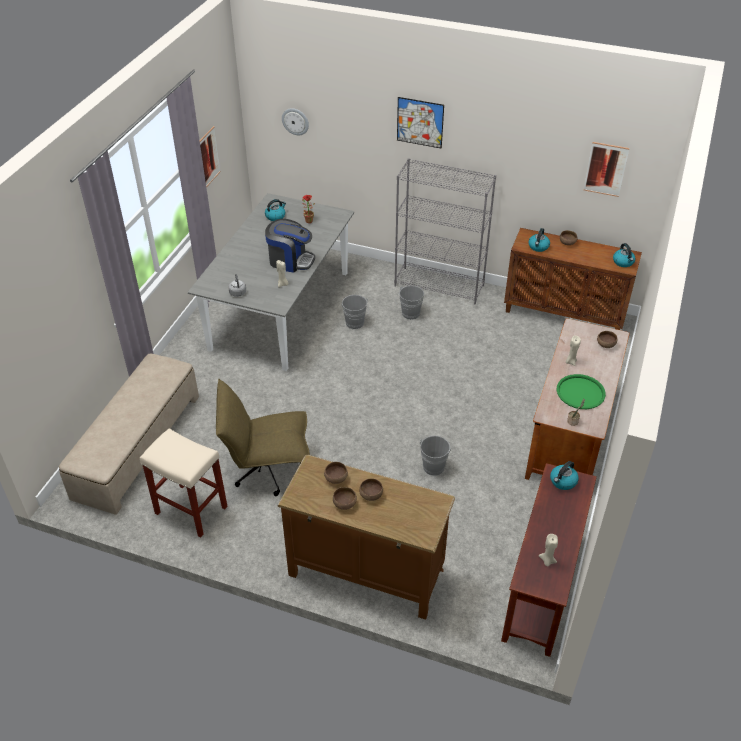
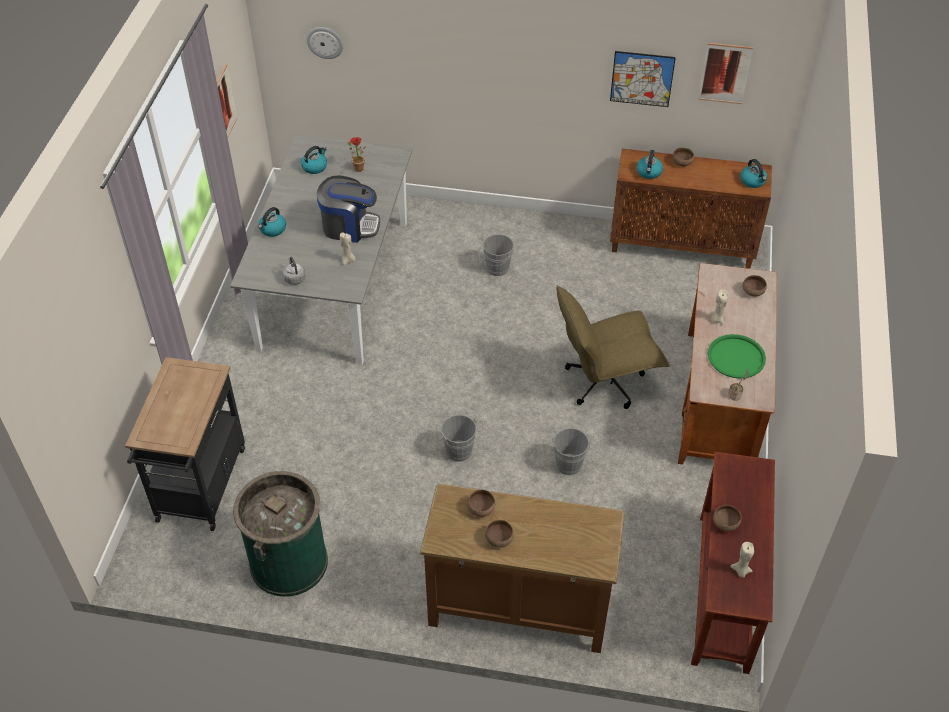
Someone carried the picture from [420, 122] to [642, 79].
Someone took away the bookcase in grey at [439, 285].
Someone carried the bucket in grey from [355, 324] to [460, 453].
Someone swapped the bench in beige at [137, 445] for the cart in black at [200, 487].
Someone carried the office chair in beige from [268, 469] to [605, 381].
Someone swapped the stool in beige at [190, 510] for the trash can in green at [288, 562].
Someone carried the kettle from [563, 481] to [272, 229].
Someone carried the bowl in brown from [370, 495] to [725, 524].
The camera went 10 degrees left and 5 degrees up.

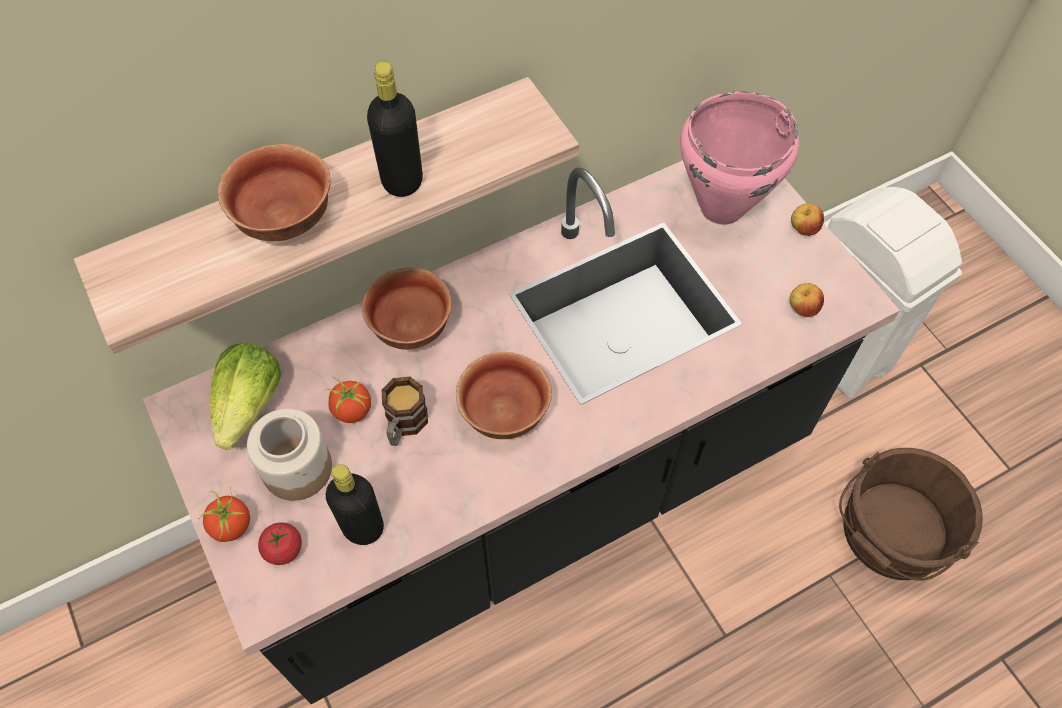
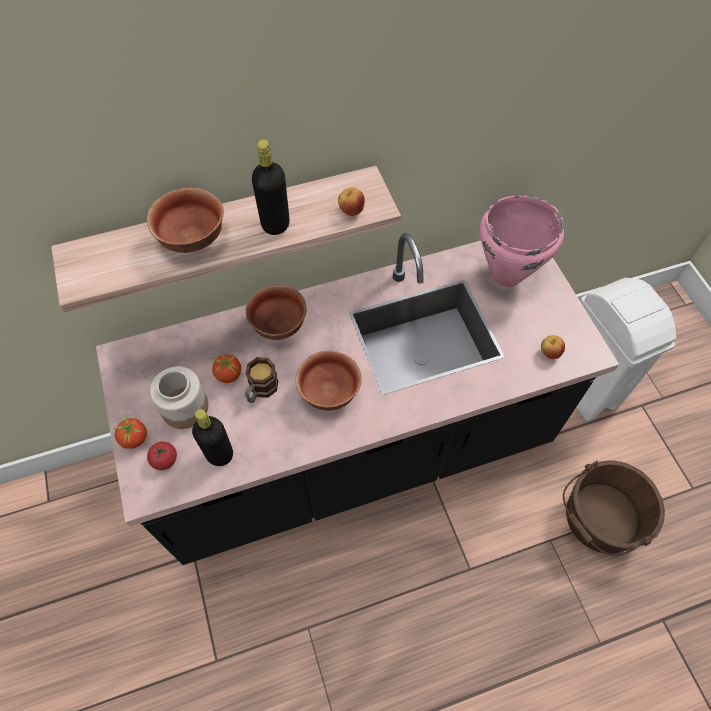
Someone carried the apple from [803, 229] to [351, 211].
Someone took away the lettuce at [250, 405].
The camera went 10 degrees right and 0 degrees up.

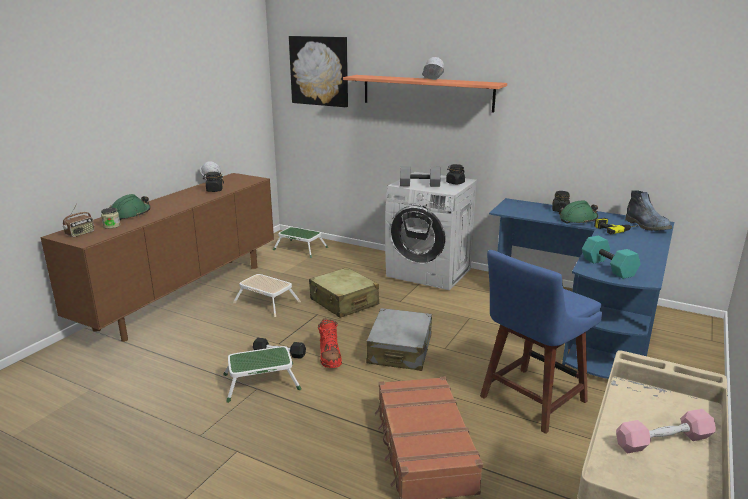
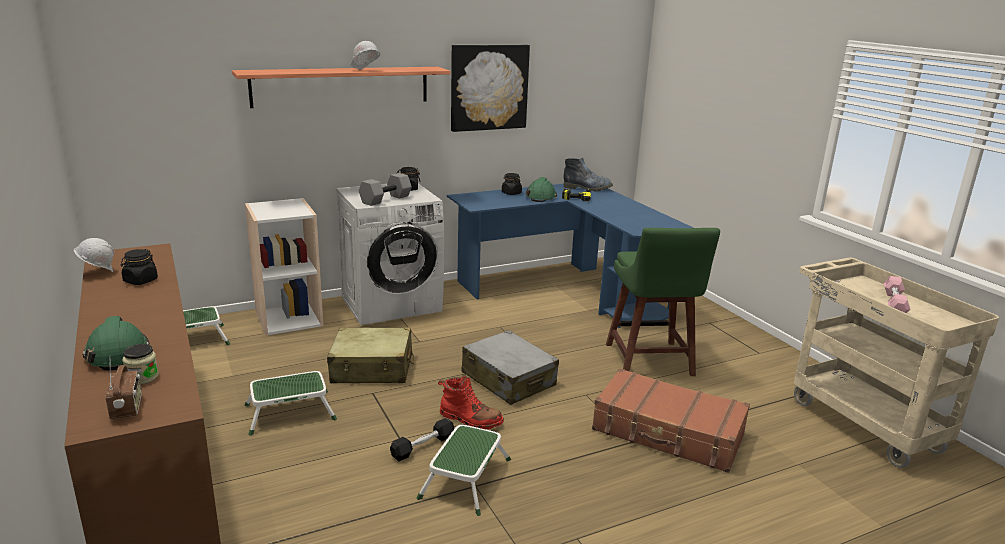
Someone carried the picture from [319, 71] to [489, 87].
Someone took away the dumbbell in turquoise at [607, 267].
Someone repainted the stool in blue at [529, 400], which became the stool in green at [649, 361].
Someone repainted the step ladder in beige at [266, 302], which became the step ladder in green at [290, 412].
Someone put down the bookcase at [289, 318].
The camera went 55 degrees left and 0 degrees up.

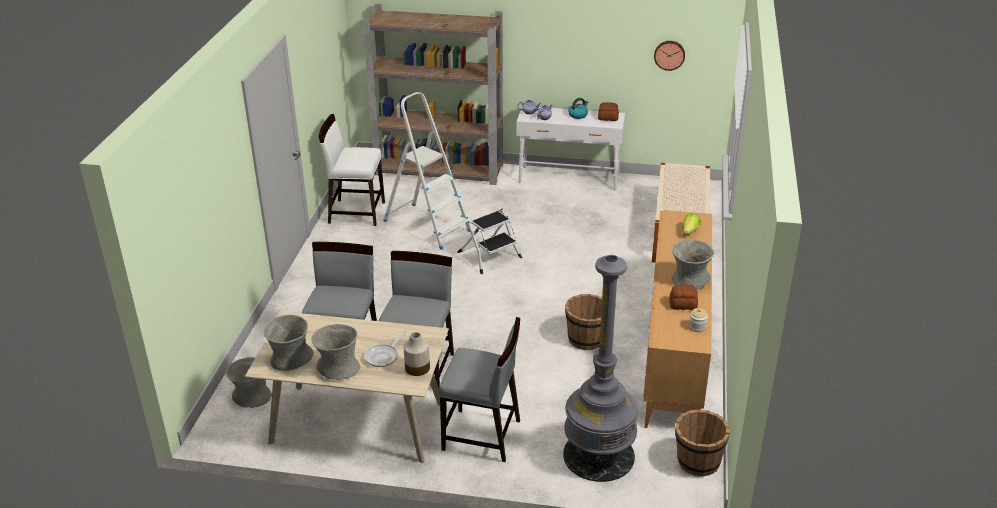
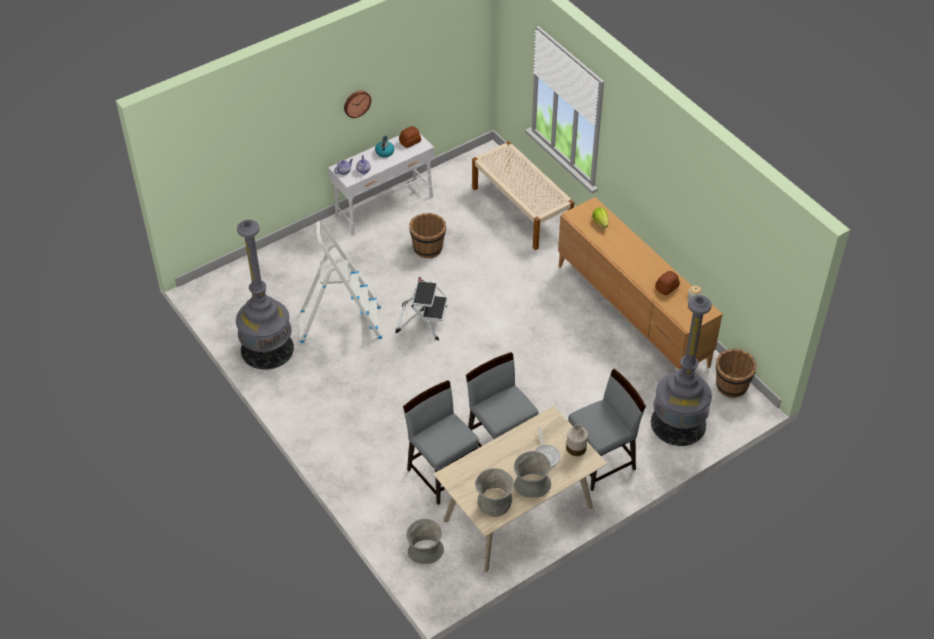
Someone took away the bookcase in brown at [439, 170].
Someone carried the wall clock from [669, 55] to [356, 103].
Someone swapped the chair in white at [356, 212] for the floor lamp in grey at [267, 349].
Someone took away the vase in grey at [689, 280].
Someone carried the bucket in brown from [586, 339] to [428, 248].
The camera went 45 degrees left and 15 degrees up.

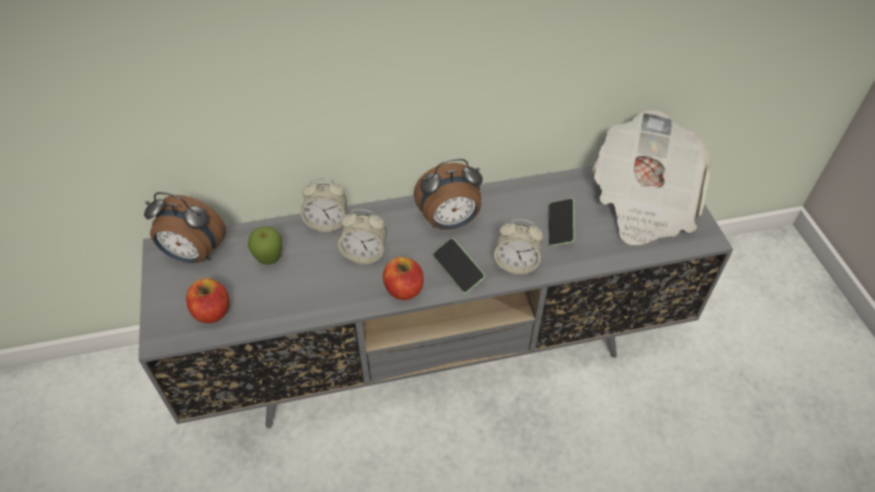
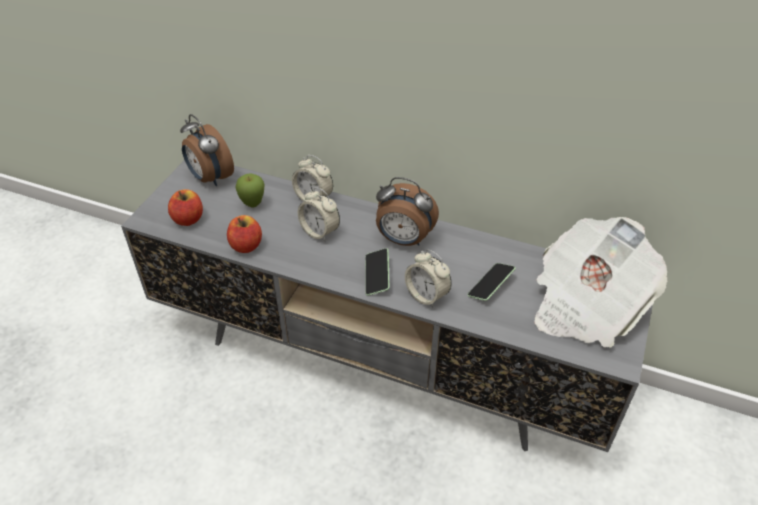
Someone carried the apple from [404, 289] to [246, 245].
The camera went 35 degrees right and 5 degrees down.

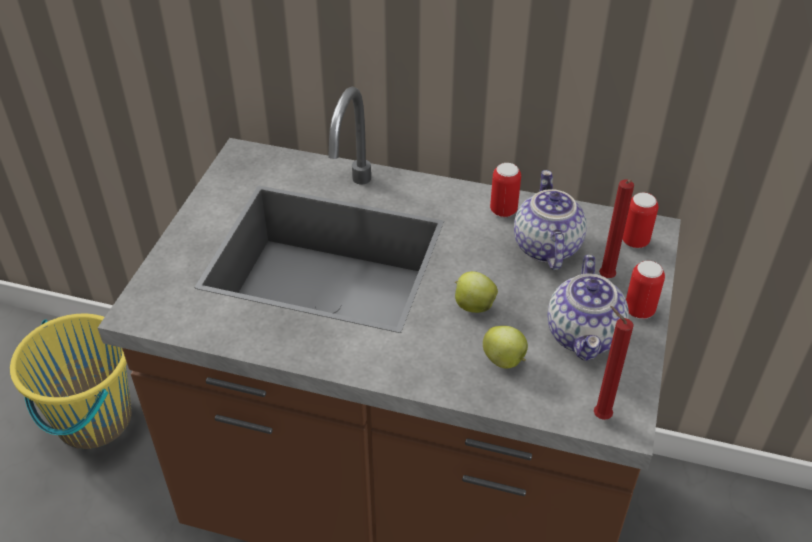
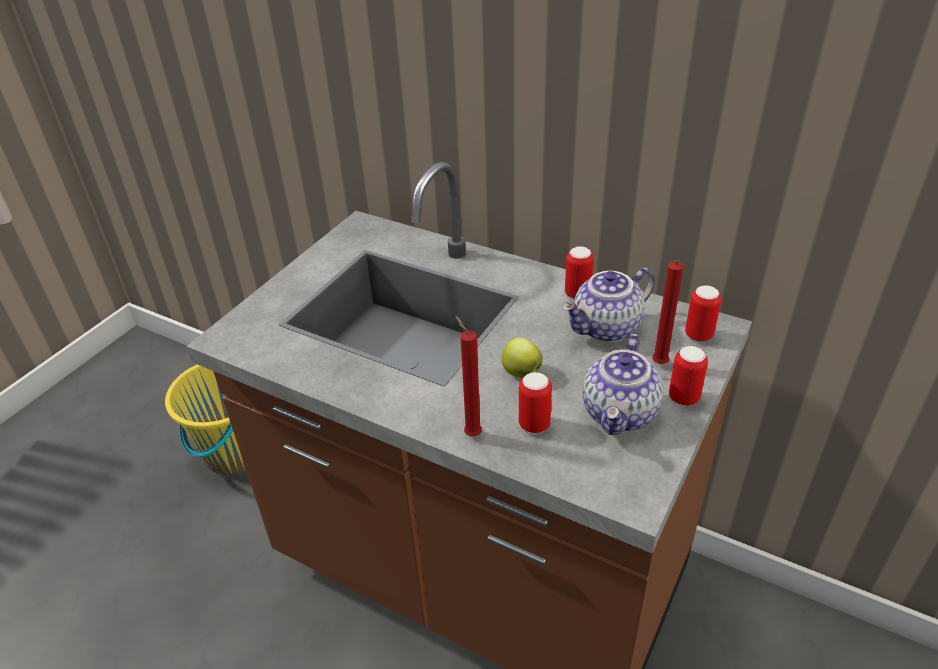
Someone rotated the teapot at [545, 246] by 135 degrees counterclockwise.
Someone carried the candle in red from [599, 415] to [471, 433].
Someone swapped the apple at [505, 361] for the can at [534, 425].
The camera went 15 degrees right and 5 degrees down.

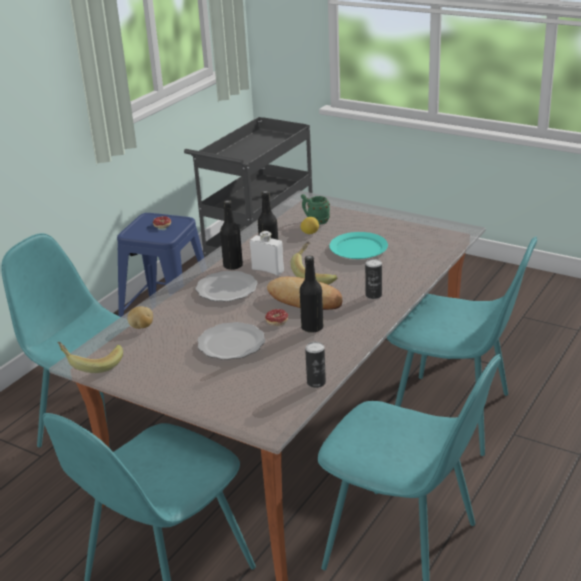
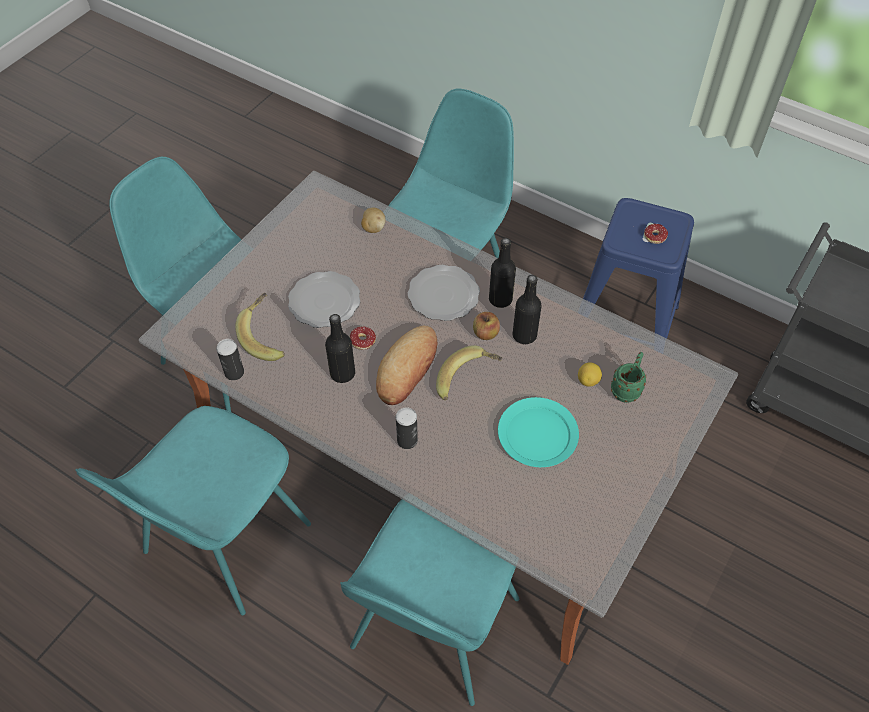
Someone swapped the bottle in white at [267, 270] for the apple at [485, 333].
Someone carried the banana from [92, 364] to [266, 337].
The camera went 90 degrees right and 25 degrees up.

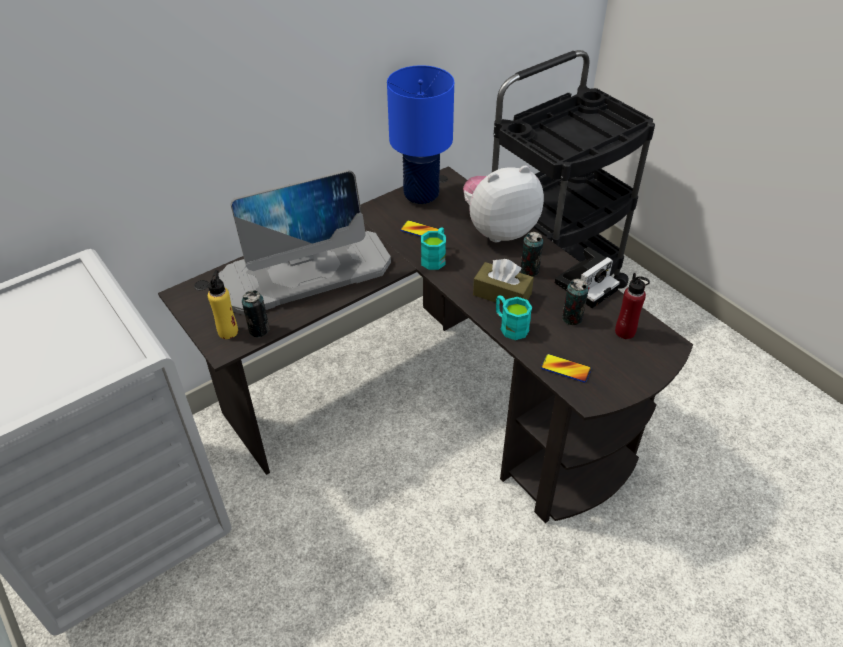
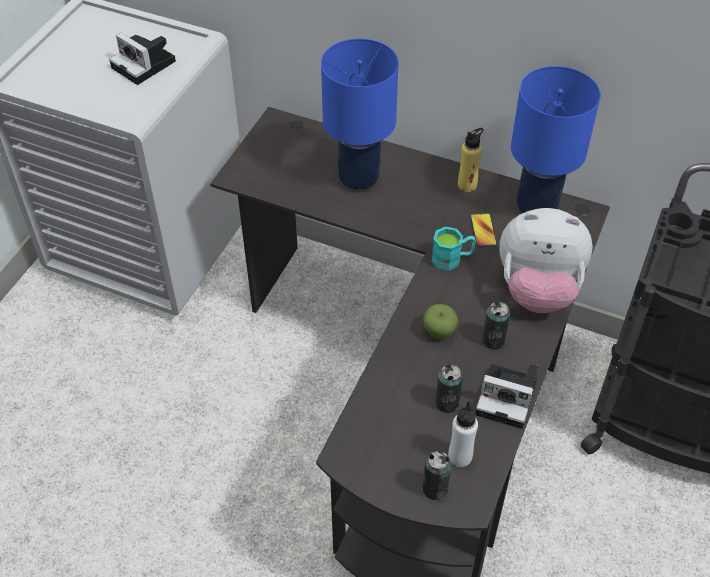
Someone rotated the plush toy at [498, 230] by 150 degrees clockwise.
Someone swapped the monitor at [306, 272] for the table lamp in blue at [359, 179].
Someone swapped the tissue box in brown at [502, 294] for the apple at [439, 332].
Someone carried the bottle in yellow from [228, 331] to [467, 185].
Someone repainted the bottle in red at [625, 332], which became the bottle in white at [460, 457].
Someone carried the can from [259, 330] to [435, 489].
Someone took away the mug in turquoise at [510, 326].
Someone took away the phone at [565, 369].
Someone put down the photo camera at [146, 65].
The camera went 60 degrees right and 5 degrees up.

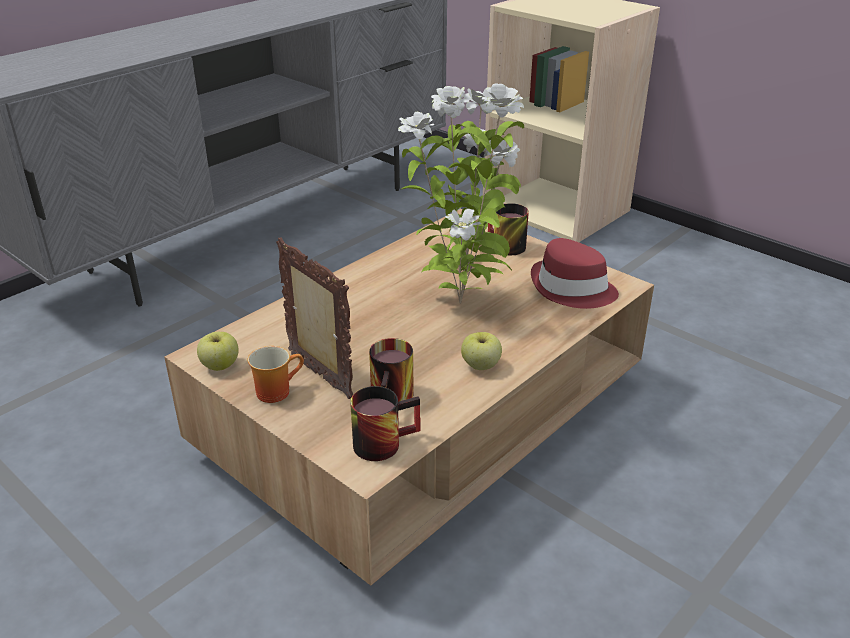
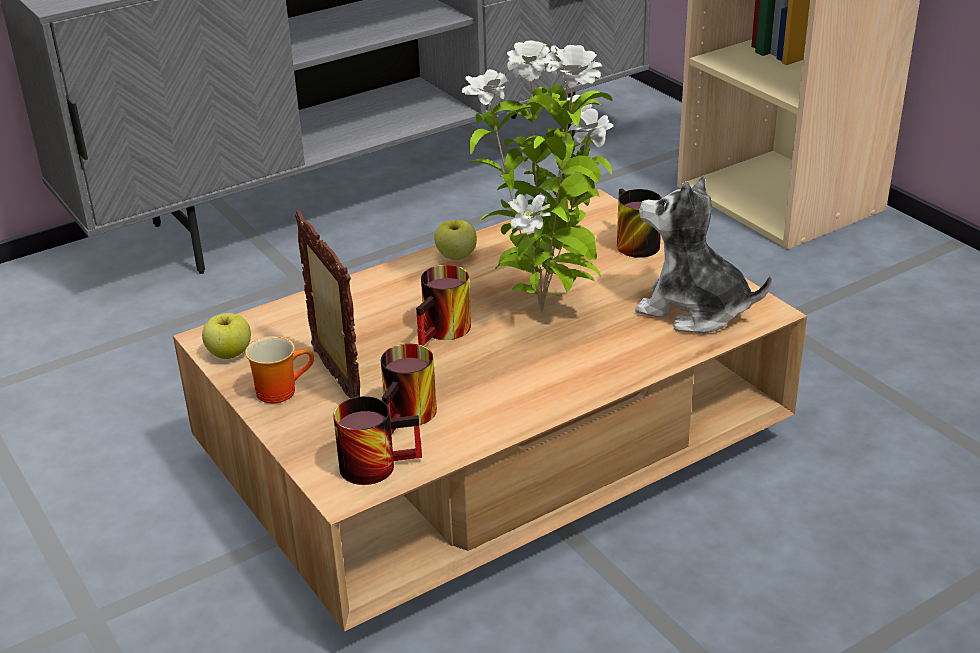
Someone swapped the hat in red at [572, 289] for the plush toy at [693, 310].
Someone carried the apple from [480, 365] to [456, 256].
Someone put down the mug at [446, 332].
The camera went 15 degrees right and 0 degrees up.

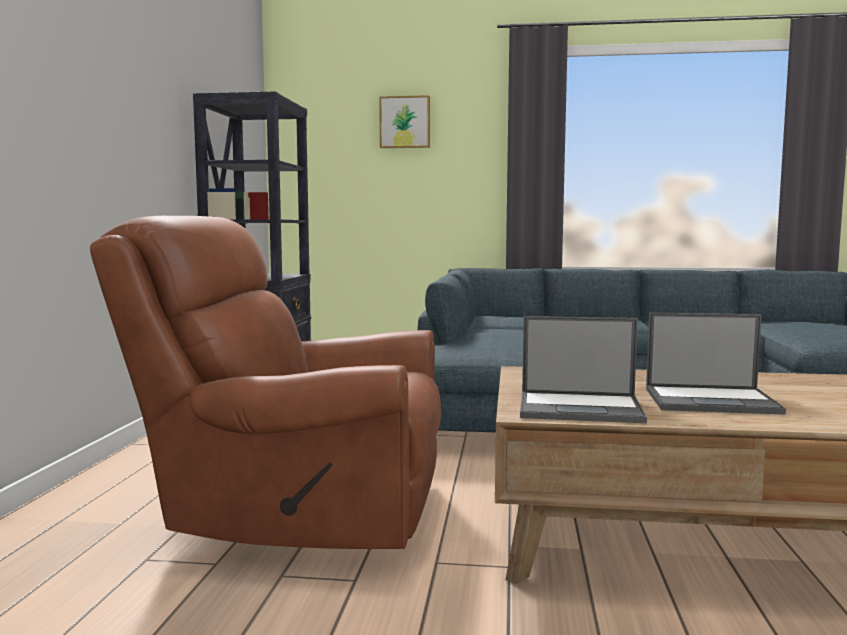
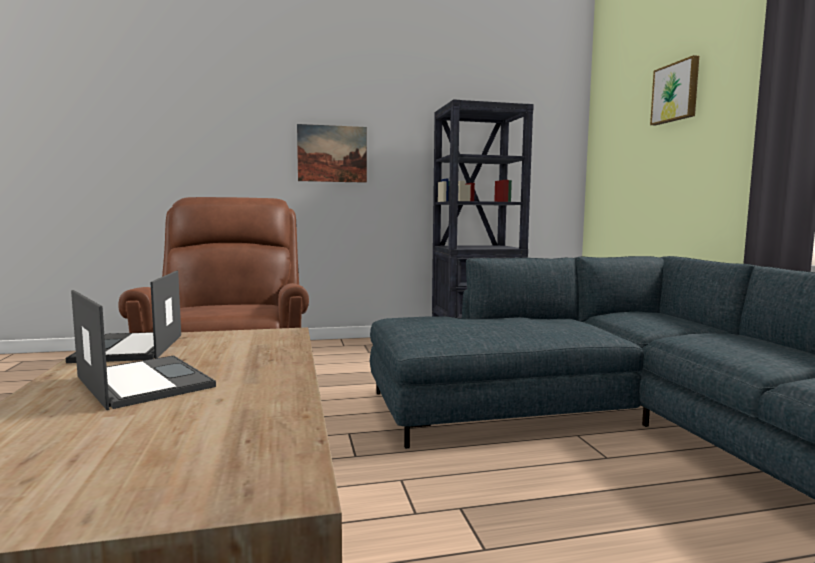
Someone rotated the laptop at [712, 401] by 150 degrees clockwise.
Someone put up the picture at [332, 153].
The camera went 70 degrees right and 0 degrees up.

